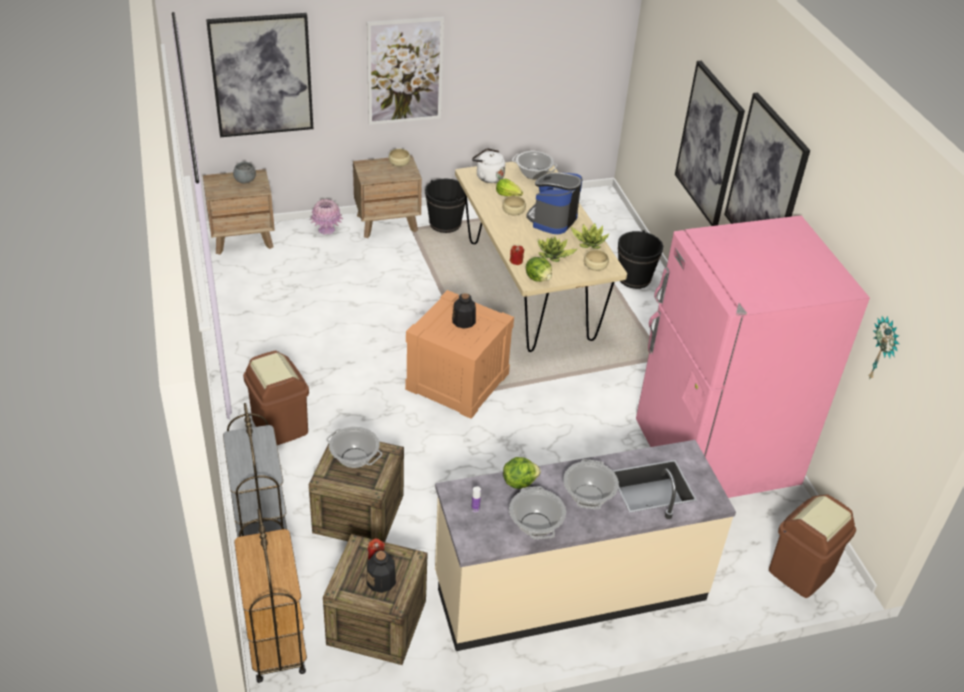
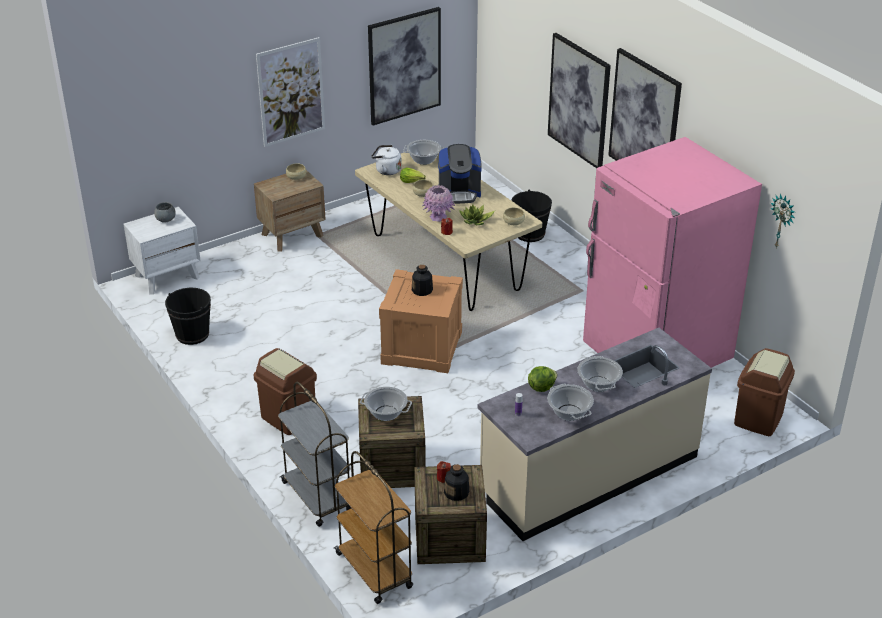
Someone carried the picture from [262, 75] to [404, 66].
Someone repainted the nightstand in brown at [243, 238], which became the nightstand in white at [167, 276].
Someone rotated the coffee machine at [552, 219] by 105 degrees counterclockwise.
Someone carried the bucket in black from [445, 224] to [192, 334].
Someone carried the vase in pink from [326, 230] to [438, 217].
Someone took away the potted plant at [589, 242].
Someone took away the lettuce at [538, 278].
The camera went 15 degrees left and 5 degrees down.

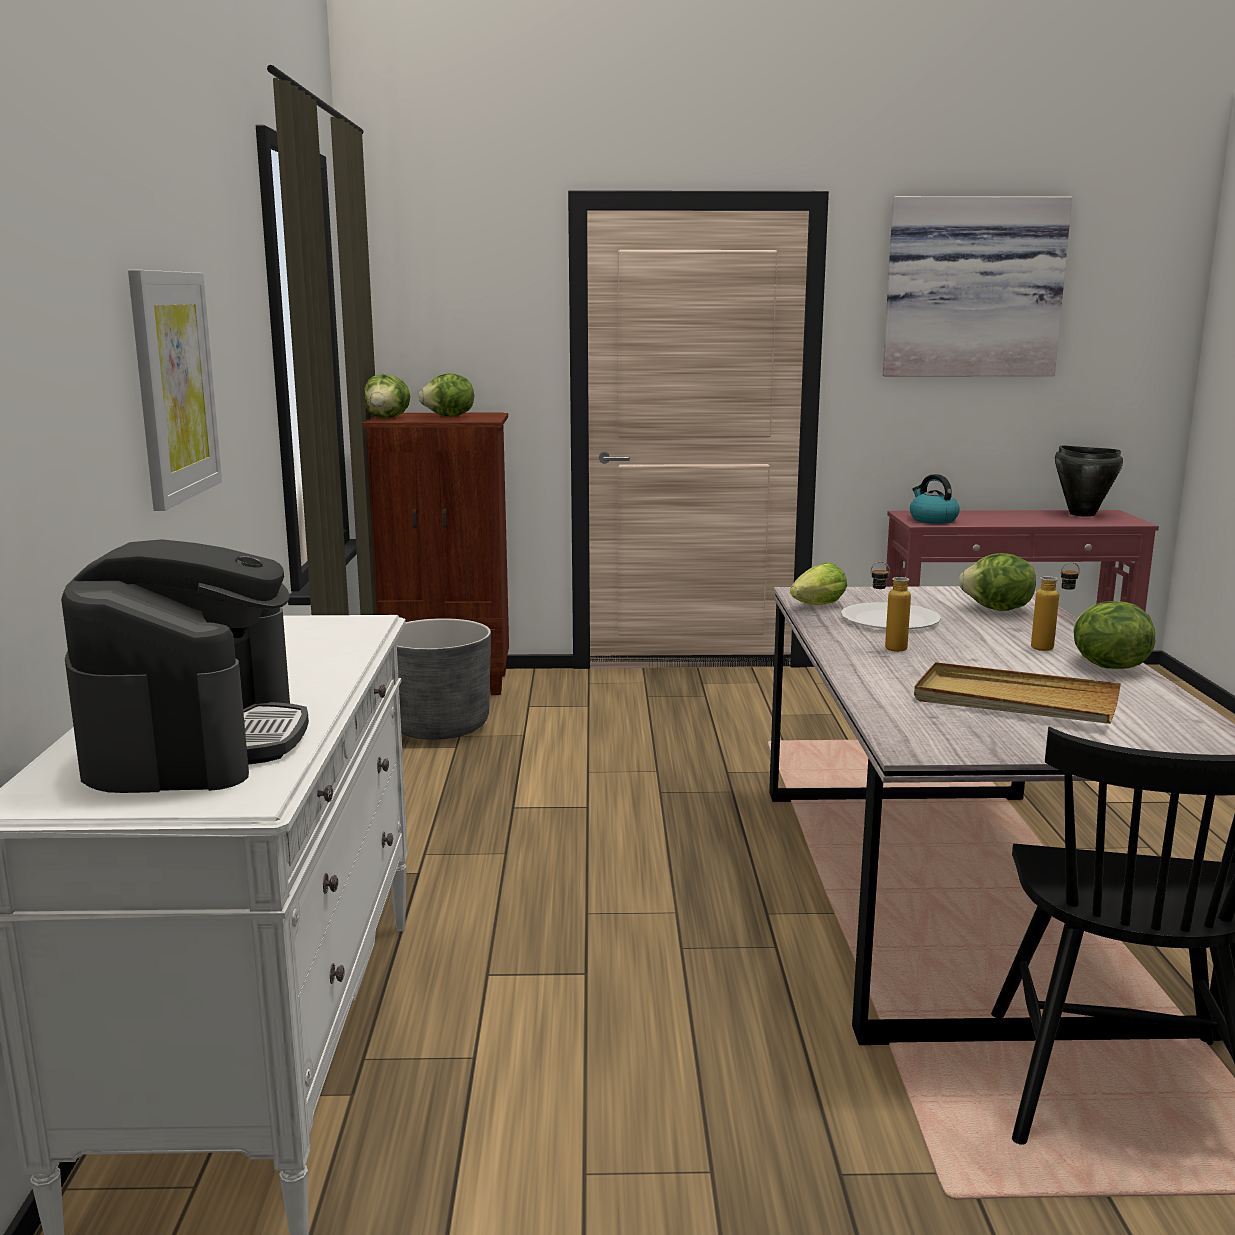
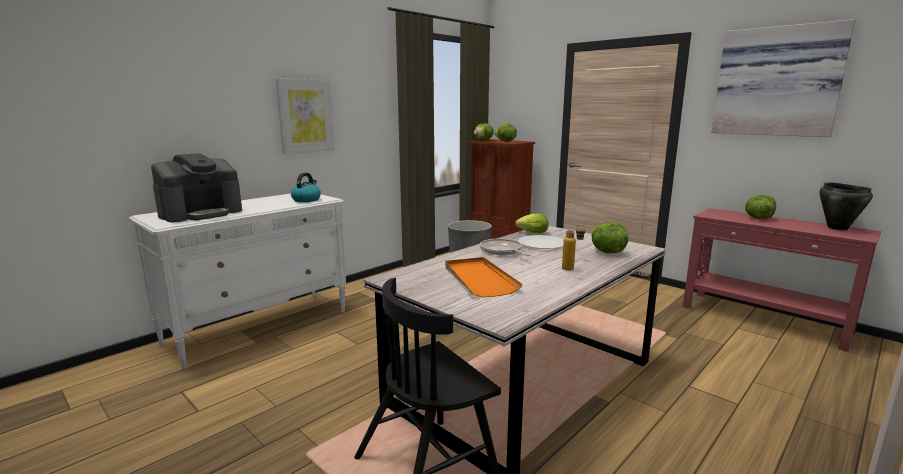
Someone carried the kettle from [932, 520] to [306, 200].
Someone swapped the bottle at [886, 648] for the frying pan at [502, 251].
Someone carried the lettuce from [1107, 666] to [758, 218].
Someone repainted the tray in beige at [1014, 701], which became the tray in orange at [479, 279].
The camera went 45 degrees right and 0 degrees up.

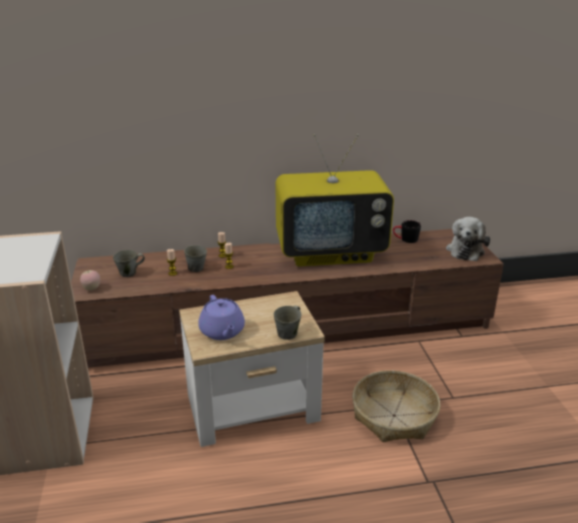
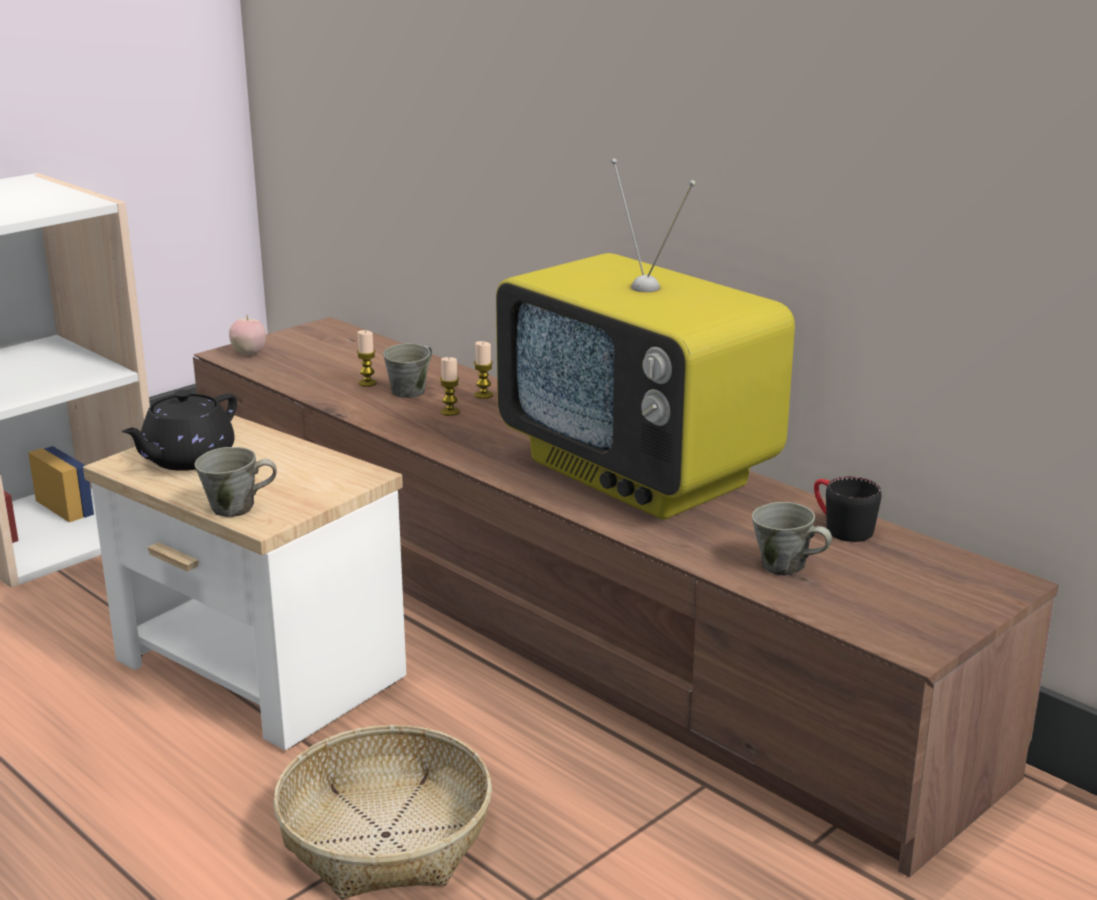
Someone took away the plush toy at [465, 250].
Someone carried the mug in grey from [129, 273] to [785, 567].
Someone repainted the teapot in purple at [222, 332], which became the teapot in black at [187, 459].
The camera went 55 degrees right and 5 degrees down.

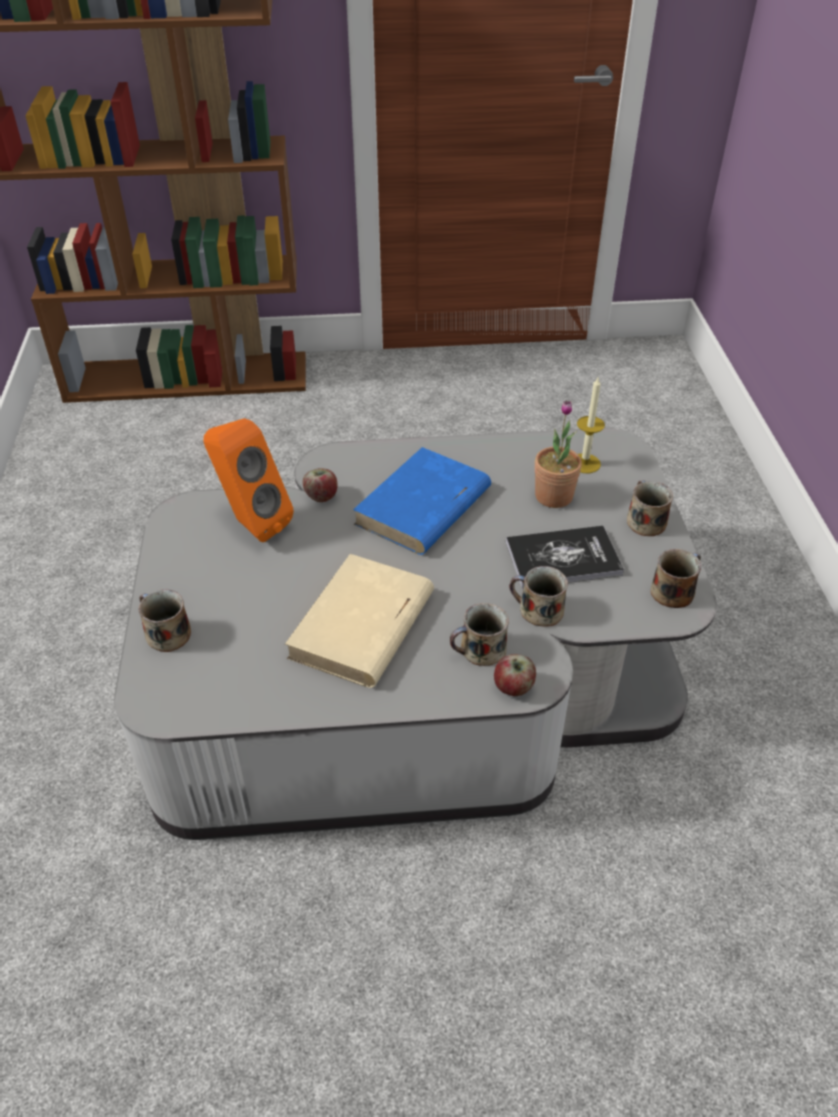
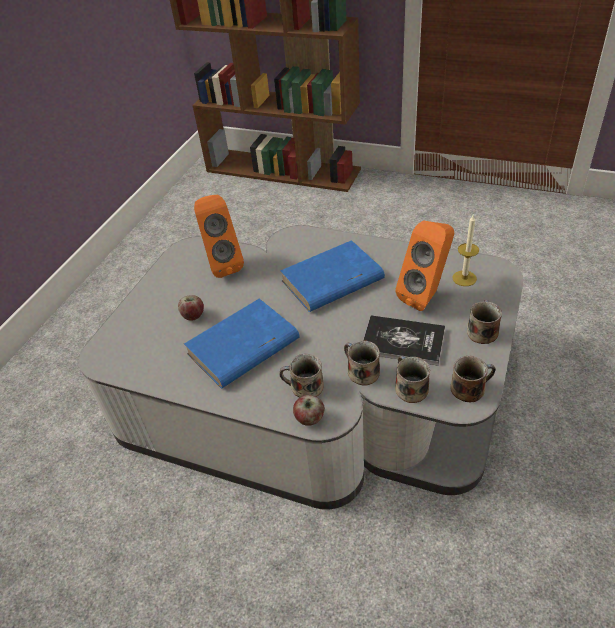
Someone swapped the potted plant at [553, 496] for the speaker in orange at [426, 296].
Someone carried the apple from [321, 496] to [193, 315].
Someone repainted the book in beige at [362, 626], which became the book in blue at [242, 347].
Someone carried the mug from [166, 633] to [410, 388].
The camera went 30 degrees right and 0 degrees up.

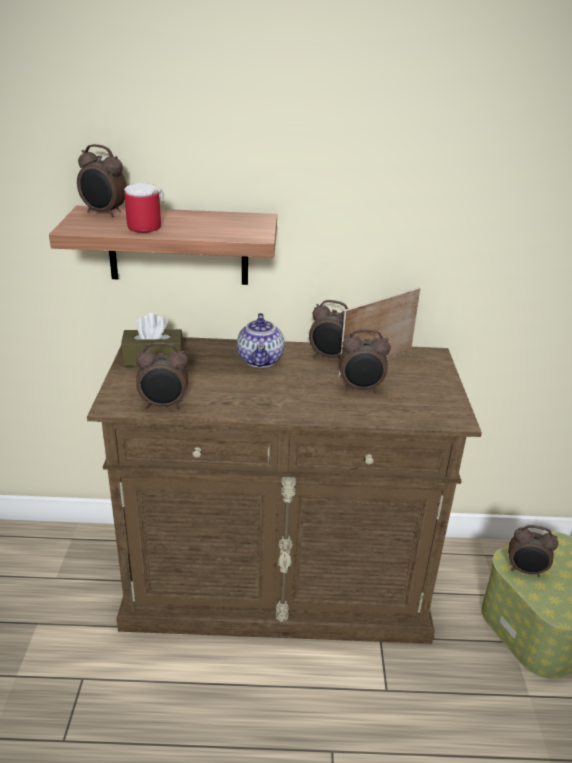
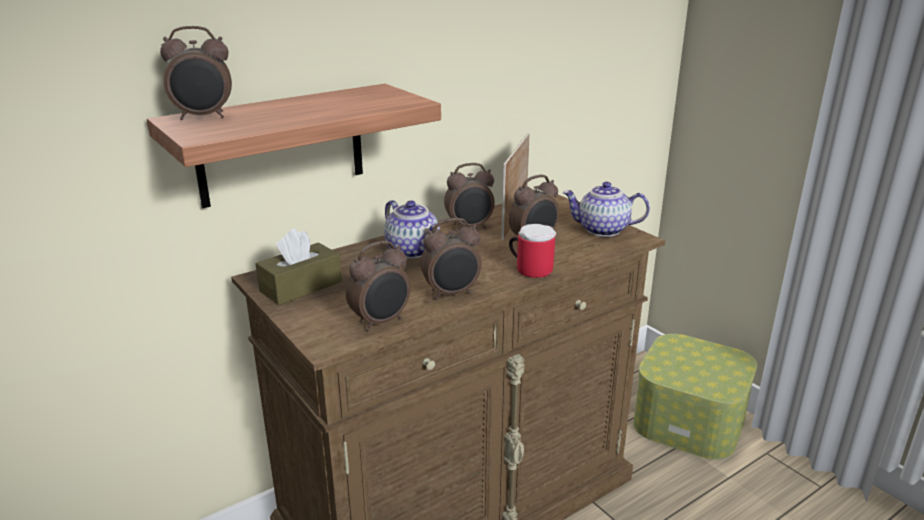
Someone carried the mug from [144, 226] to [530, 268].
Someone carried the alarm clock from [525, 571] to [452, 294].
Someone put down the teapot at [602, 230].
The camera went 35 degrees left and 5 degrees down.

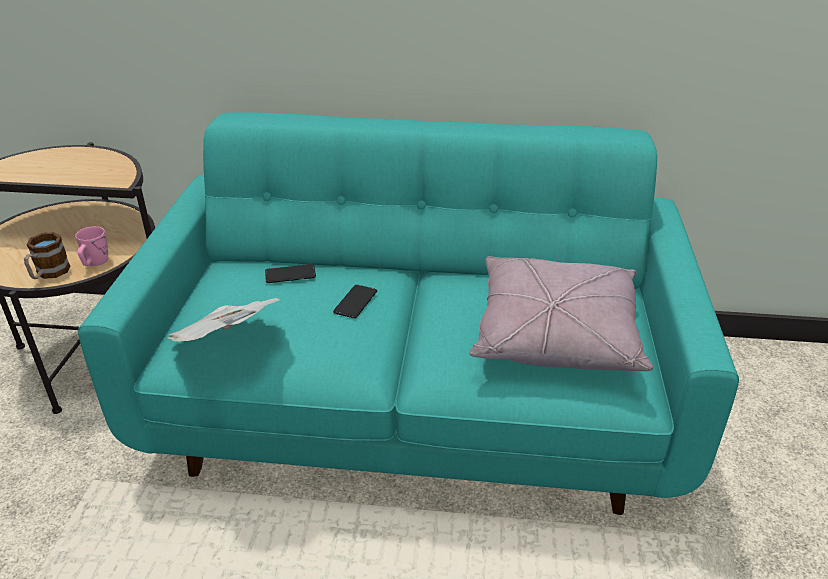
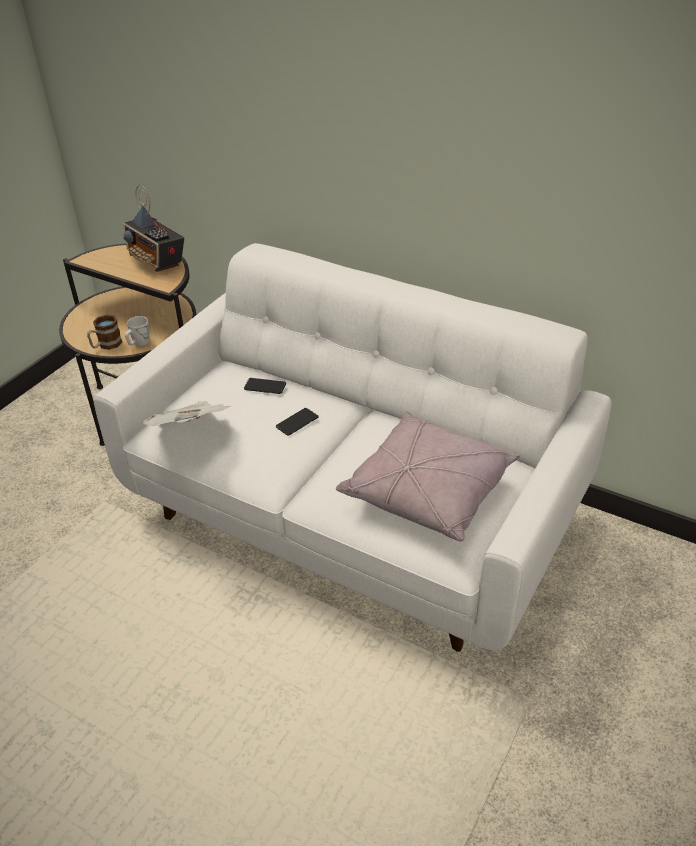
Someone repainted the sofa in turquoise at [415, 403], which became the sofa in white at [352, 512].
Someone repainted the mug in pink at [95, 263], which became the mug in white at [139, 343].
Someone put down the radio at [156, 260].
The camera went 25 degrees right and 5 degrees up.

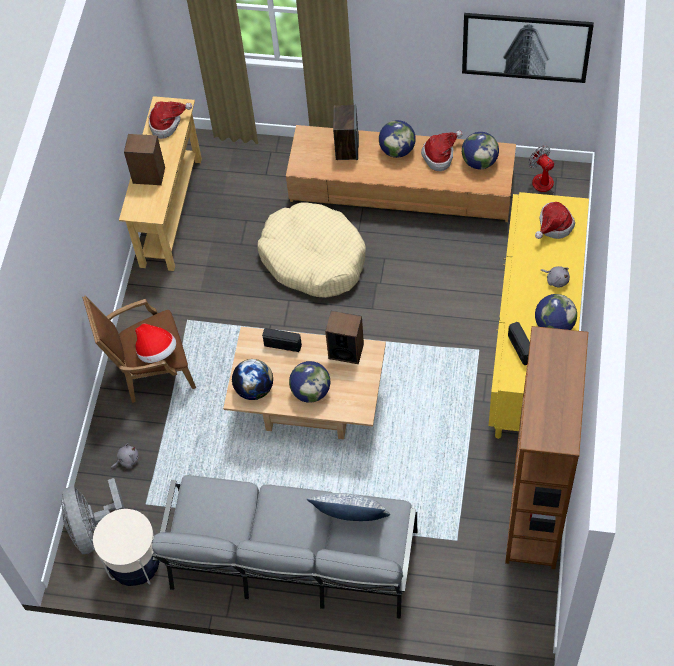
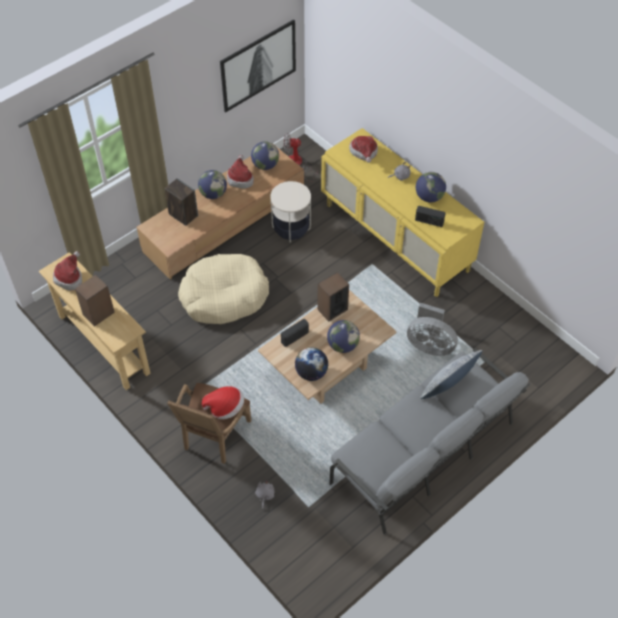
Someone took away the bookcase in brown at [535, 511].
Someone carried the fan in grey from [93, 528] to [429, 345].
Someone carried the side table in beige from [135, 565] to [291, 229].
The camera went 55 degrees left and 5 degrees down.

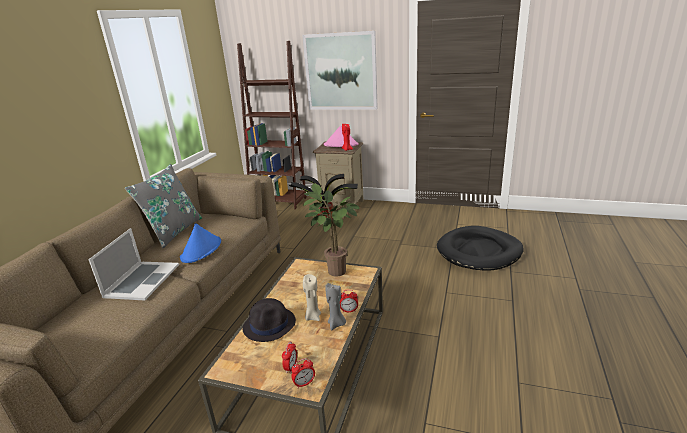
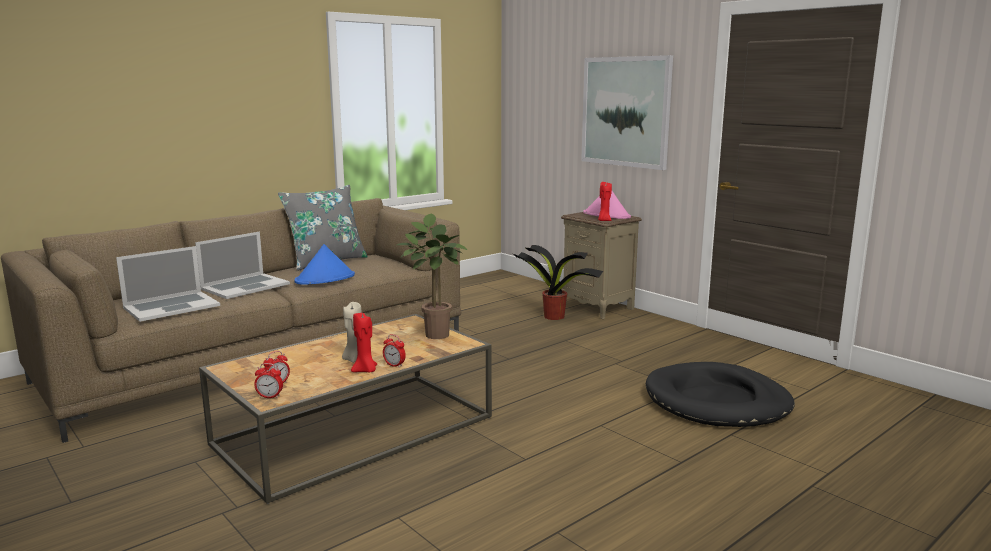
Someone took away the bookcase in brown at [278, 201].
Someone repainted the candle in grey at [336, 324], which became the candle in red at [365, 370].
Someone took away the hat in black at [270, 324].
Someone put down the laptop at [171, 306].
The camera went 30 degrees right and 10 degrees down.

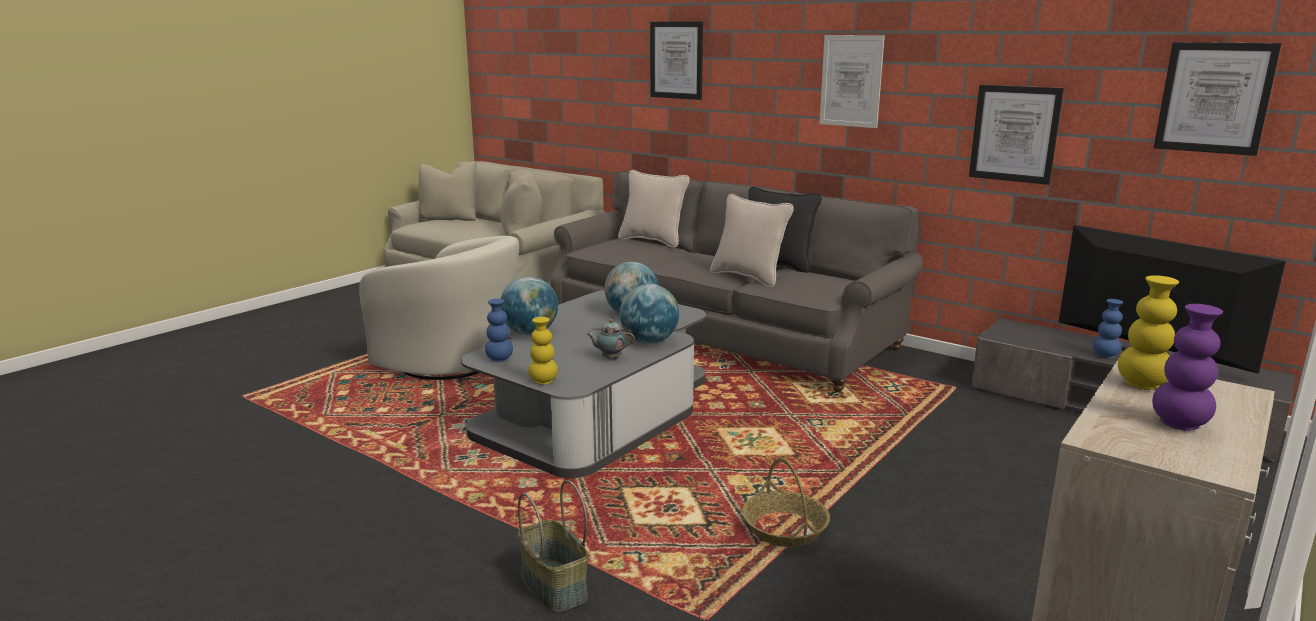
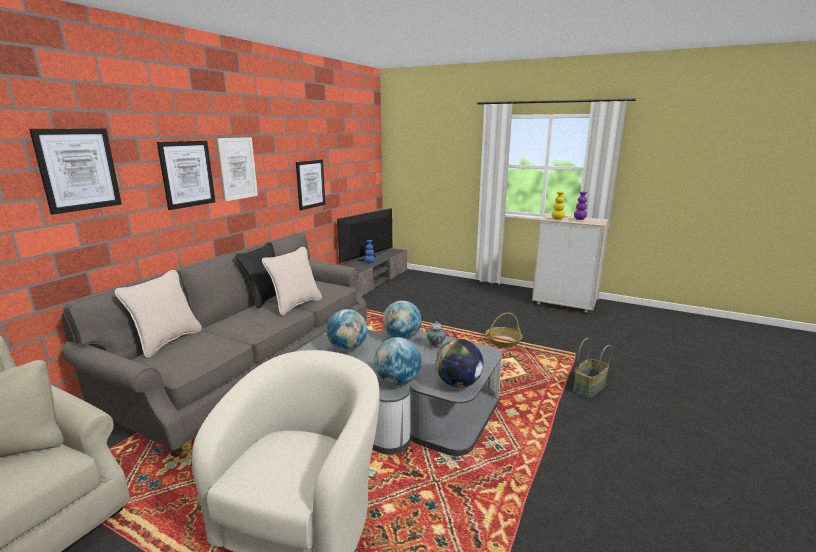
Someone carried the picture from [1214, 98] to [187, 174].
Someone swapped the vase in blue at [499, 359] for the globe at [458, 383].
Someone took away the vase in yellow at [543, 381].
The camera went 100 degrees left and 0 degrees up.

